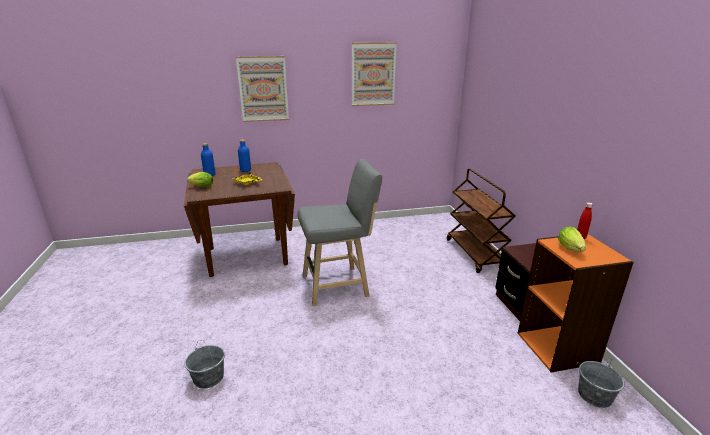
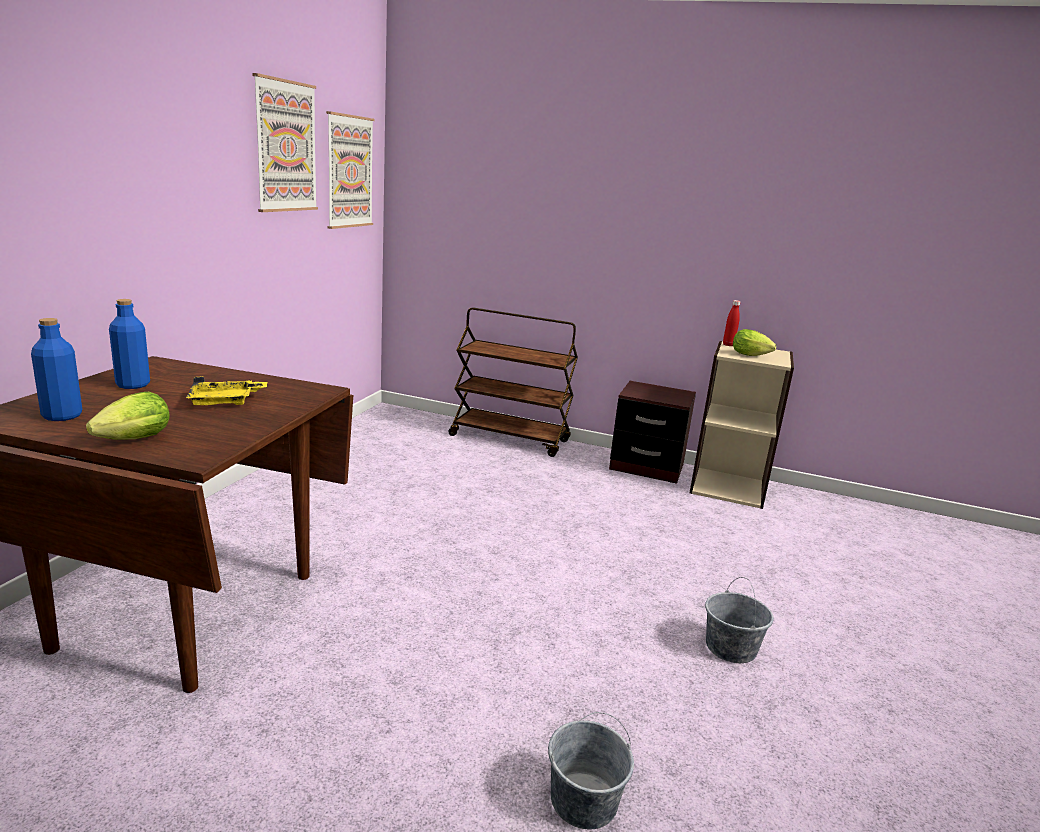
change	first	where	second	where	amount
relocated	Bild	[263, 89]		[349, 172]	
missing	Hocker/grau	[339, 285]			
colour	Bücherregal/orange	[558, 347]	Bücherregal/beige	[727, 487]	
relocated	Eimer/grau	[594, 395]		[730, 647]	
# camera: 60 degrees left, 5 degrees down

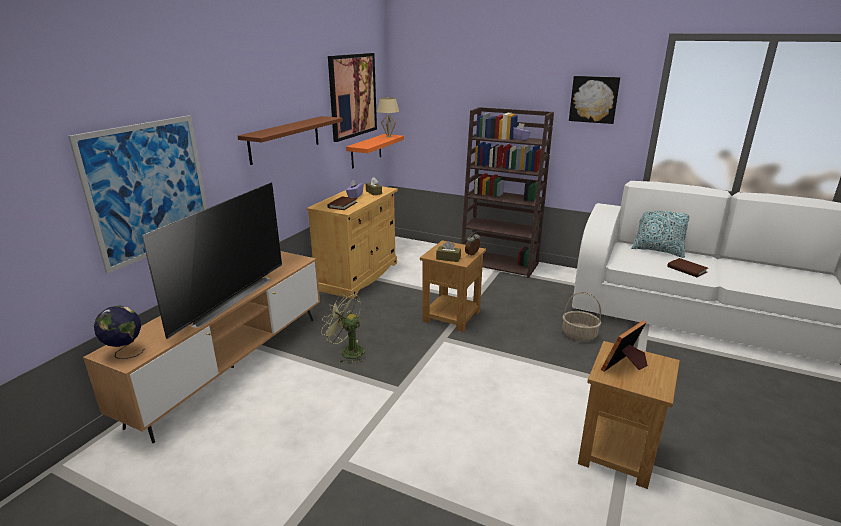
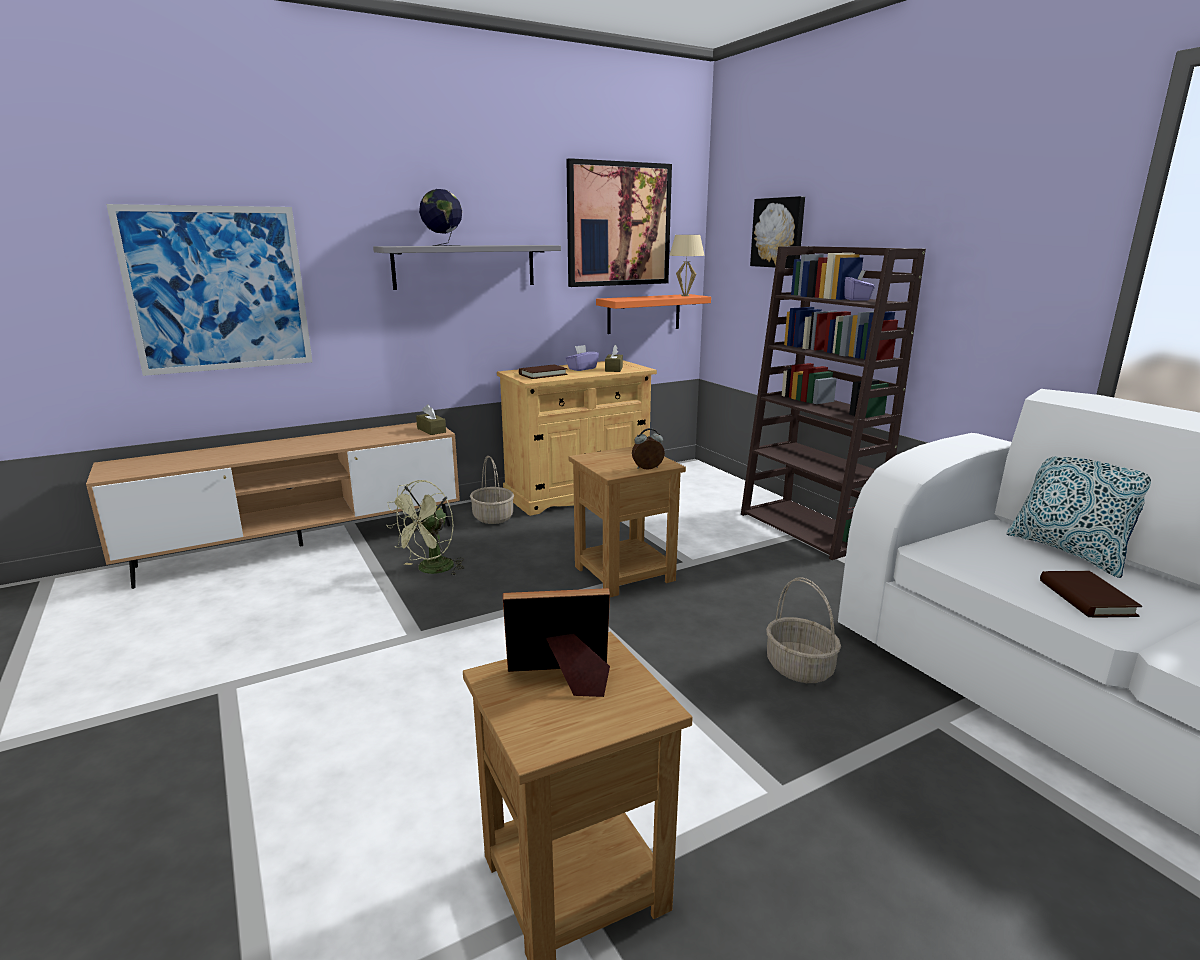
change	first	where	second	where	amount
relocated	Bild	[594, 99]		[779, 233]	
colour	Wandregal/braun	[285, 139]	Wandregal/grau	[465, 266]	
missing	Fernseher	[226, 299]			
relocated	Taschentuchbox/braun	[448, 258]		[431, 430]	
spun	Ventilator/grün	[347, 351]		[431, 570]	120 degrees counterclockwise
relocated	Globus	[125, 352]		[443, 245]	
appeared			Korb	[492, 517]	
# camera: 35 degrees right, 5 degrees down

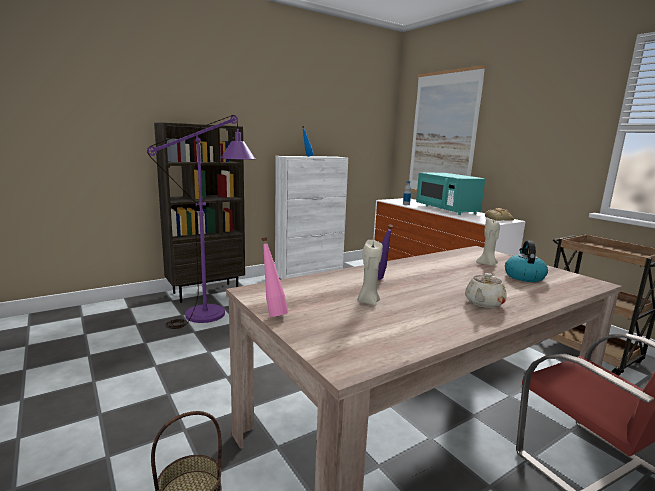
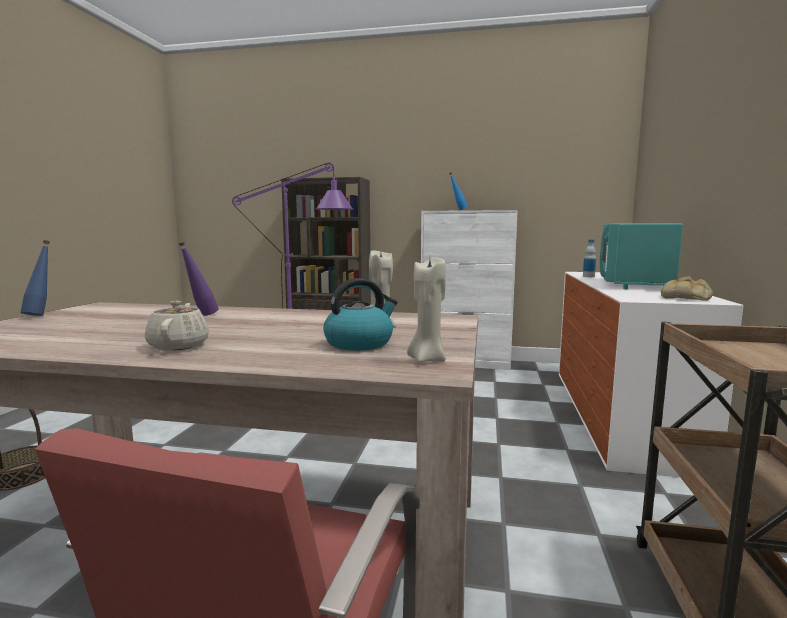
change	first	where	second	where	amount
missing	Bild	[443, 135]			
colour	Flasche/rosa	[273, 313]	Flasche/blau	[41, 315]	
relocated	Kerze/beige	[368, 302]		[427, 359]	
spun	Teekanne/beige	[483, 303]		[179, 345]	90 degrees clockwise
# camera: 45 degrees right, 5 degrees down

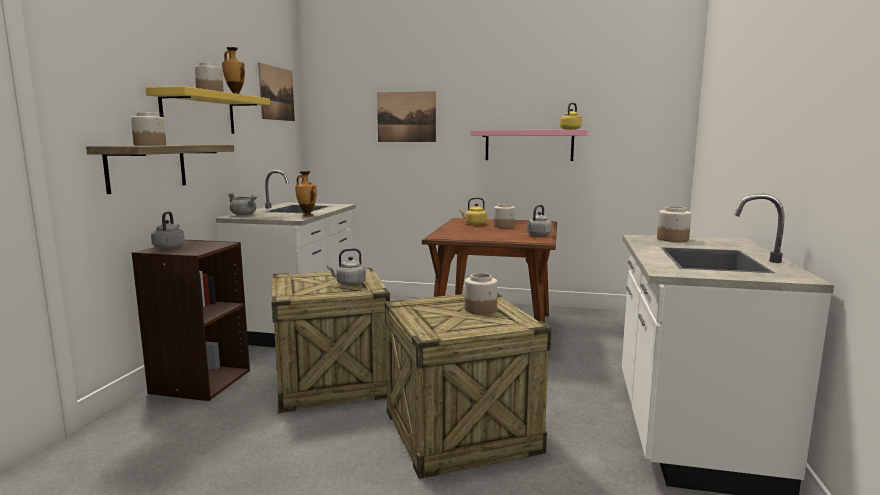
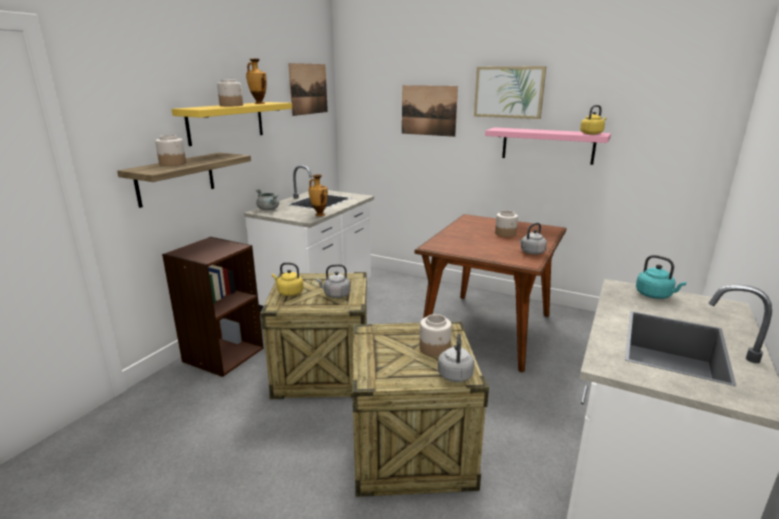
change	first	where	second	where	amount
relocated	Wasserkessel/gelb	[474, 224]		[289, 292]	
exchanged	Vorratsglas	[673, 239]	Wasserkessel/türkis	[655, 295]	
relocated	Wasserkessel/grau	[169, 247]		[455, 374]	
appeared			Bild	[509, 92]	
# camera: 15 degrees right, 10 degrees up

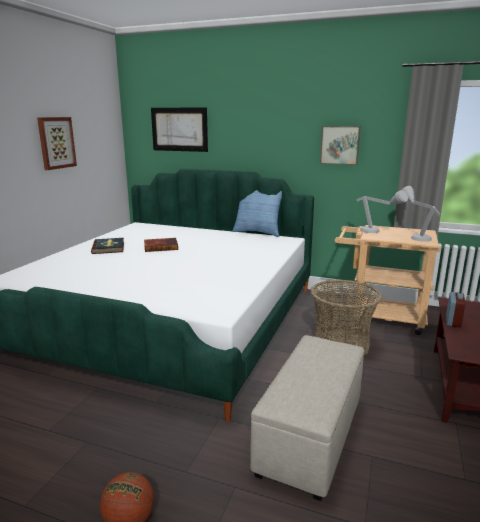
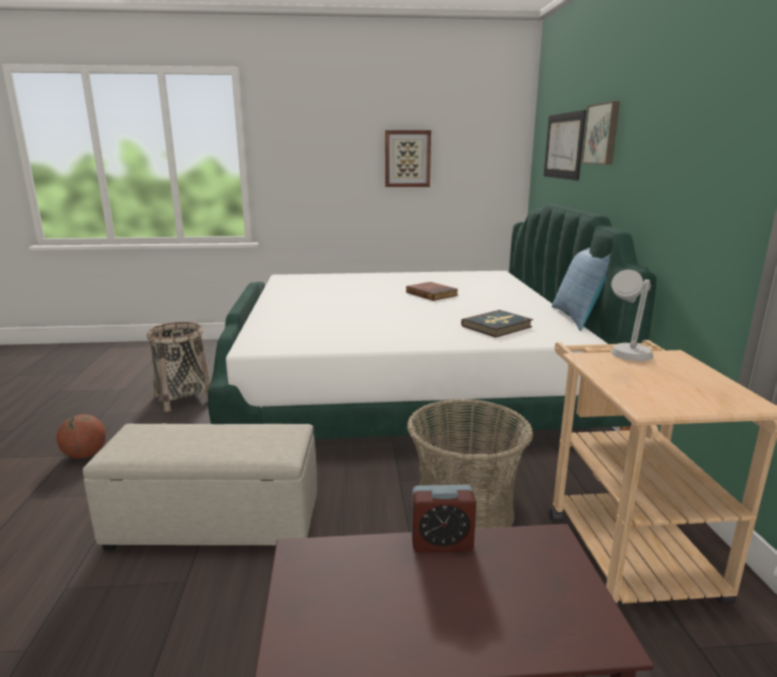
change	first	where	second	where	amount
relocated	Bild	[339, 145]		[602, 134]	
missing	Tischlampe/grau	[415, 236]			
relocated	Buch	[109, 248]		[497, 326]	
appeared			Korb	[183, 398]	
# camera: 65 degrees right, 0 degrees up

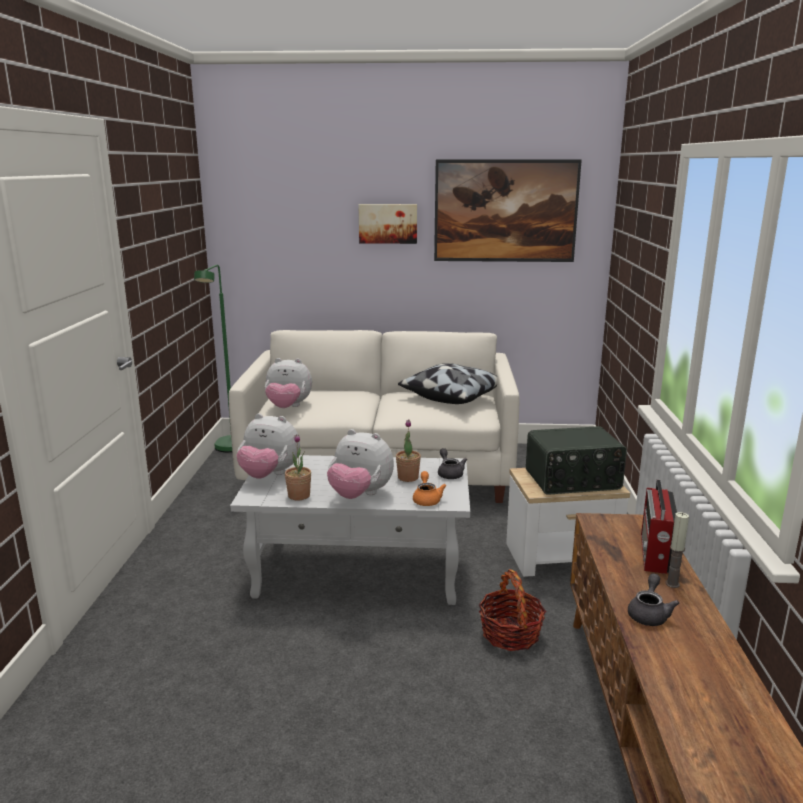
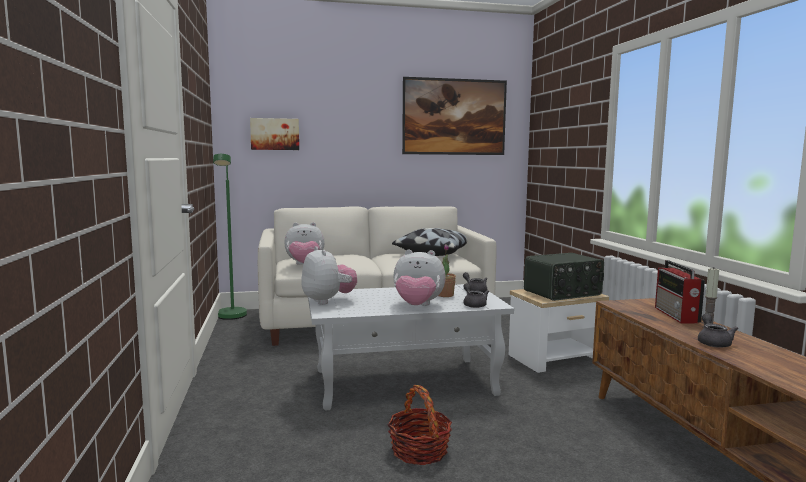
change	first	where	second	where	amount
relocated	Bild	[388, 223]		[275, 134]	
spun	Plüschtier	[269, 475]		[328, 301]	120 degrees counterclockwise
missing	Topfpflanze	[299, 496]			
colour	Teekanne/orange	[427, 499]	Teekanne/grau	[473, 304]	
relocated	Korb	[510, 634]		[419, 451]	
# camera: 15 degrees left, 10 degrees down

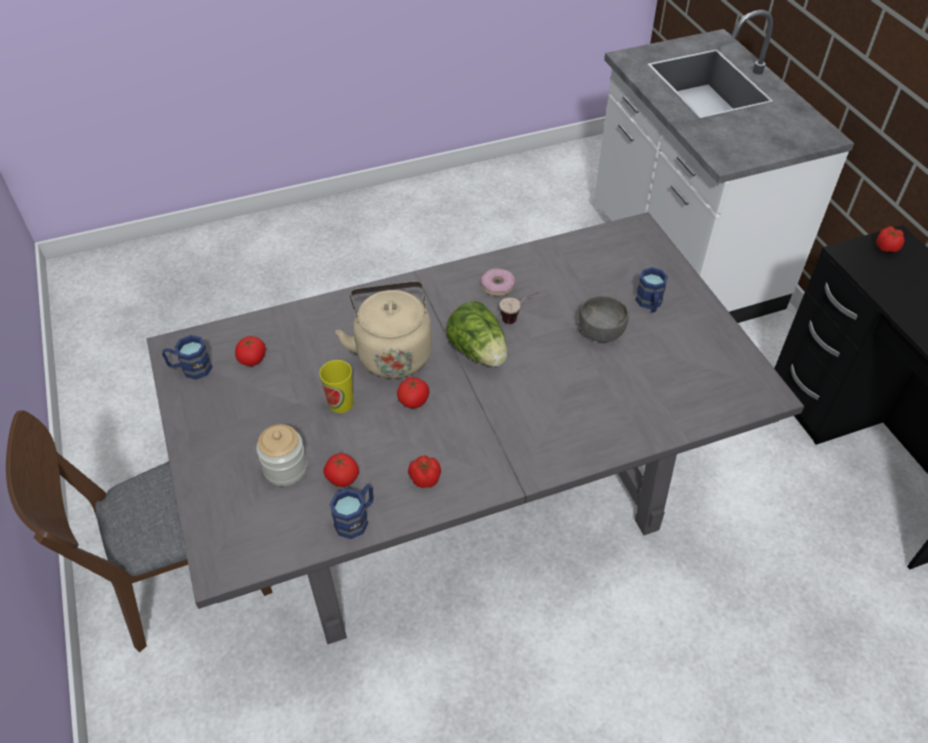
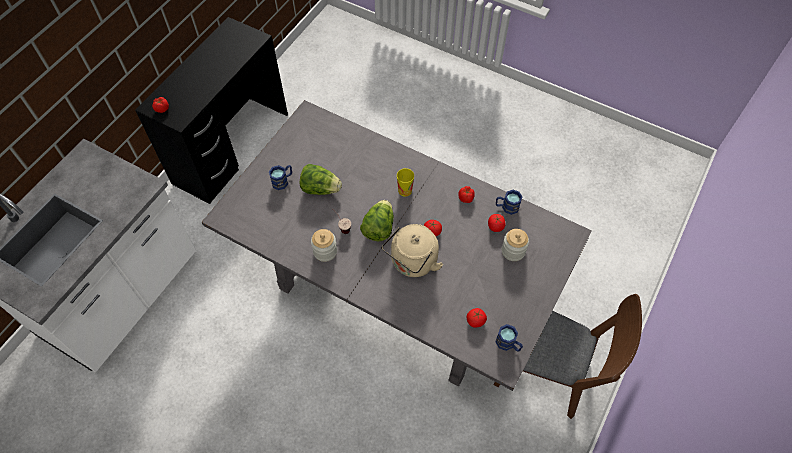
change	first	where	second	where	amount
exchanged	Donut	[497, 286]	Vorratsglas	[325, 251]	
exchanged	Schüssel/grau	[601, 332]	Salatkopf	[320, 188]	
relocated	Tasse	[341, 403]		[405, 190]	
# camera: 130 degrees left, 10 degrees up

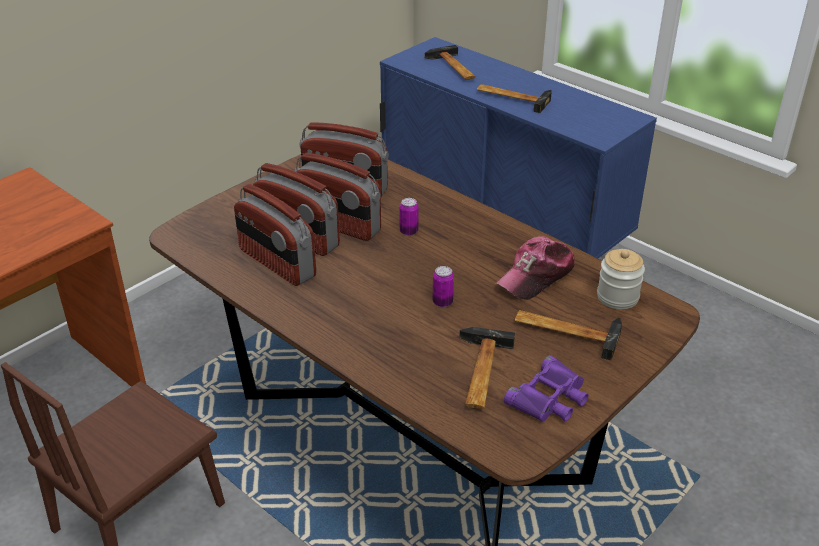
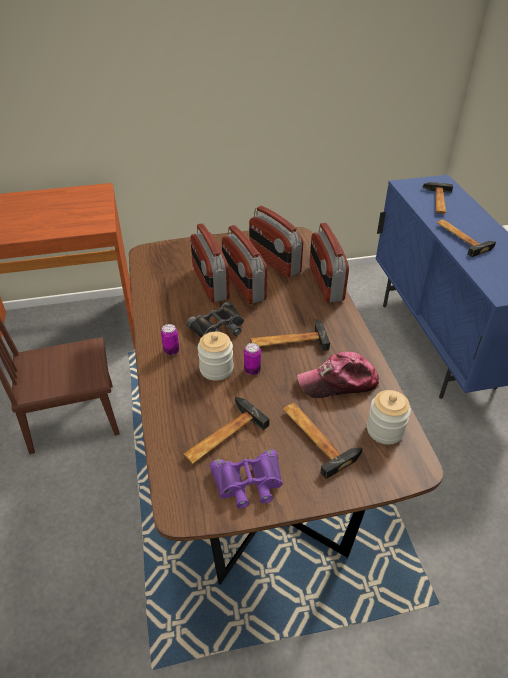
change	first	where	second	where	amount
relocated	Radio	[276, 263]		[325, 283]	
relocated	Dose	[409, 231]		[171, 351]	
appeared			Fernglas/schwarz	[218, 328]	
appeared			Hammer	[288, 340]	
appeared			Vorratsglas	[216, 369]	
# camera: 35 degrees right, 5 degrees up

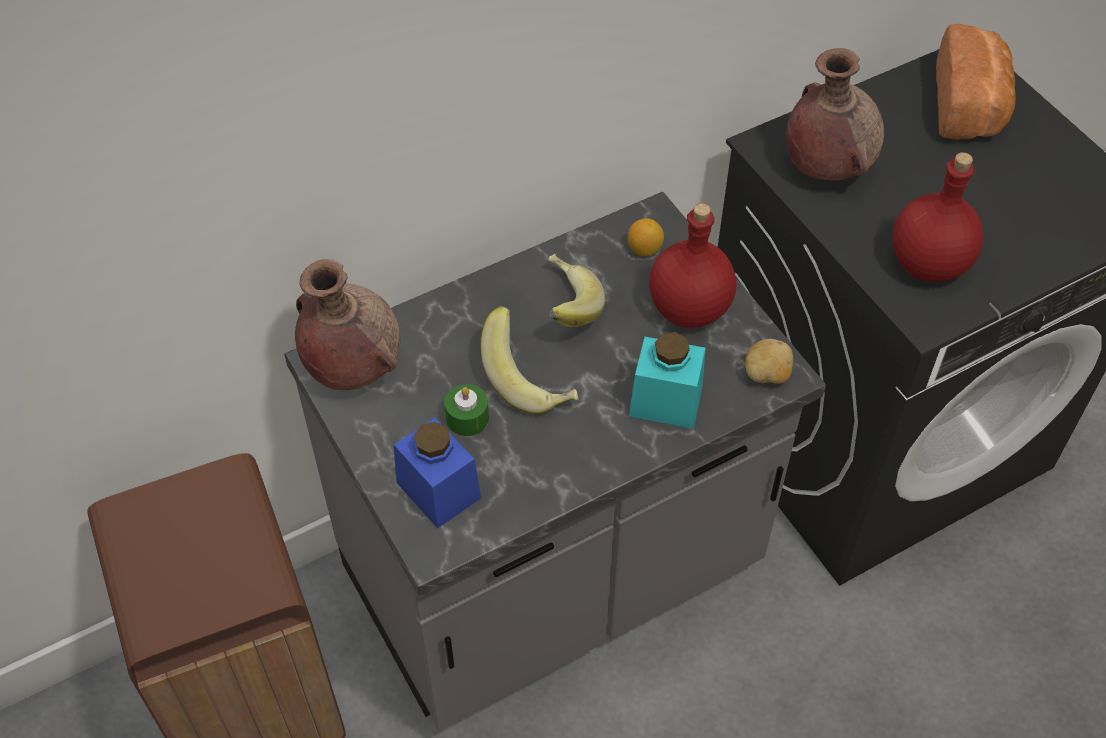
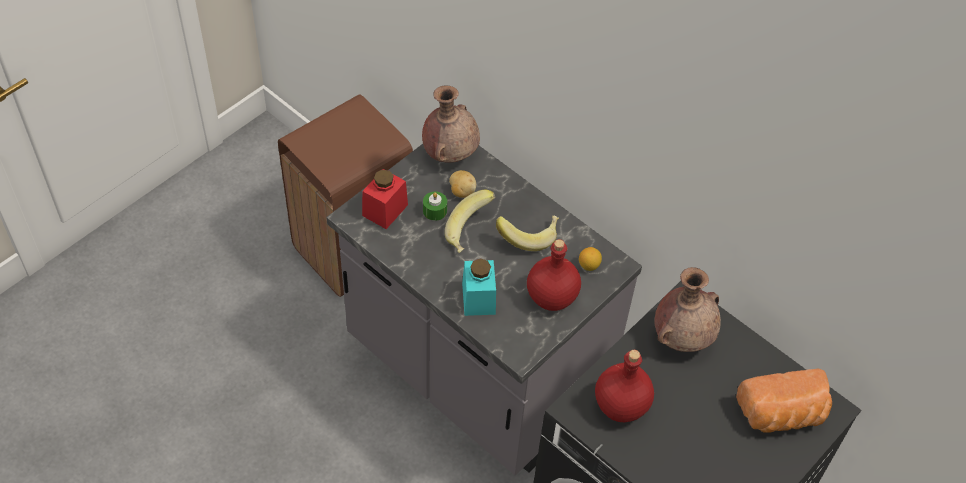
change	first	where	second	where	amount
relocated	Kartoffel	[767, 375]		[461, 191]	
colour	Vorratsglas/blau	[438, 490]	Vorratsglas/rot	[385, 210]	
# camera: 70 degrees right, 0 degrees up

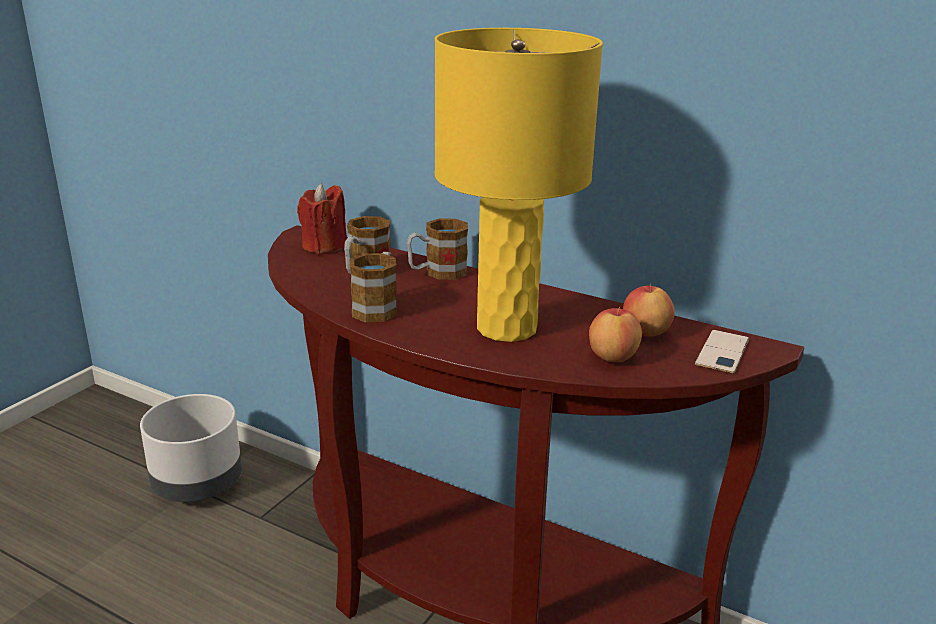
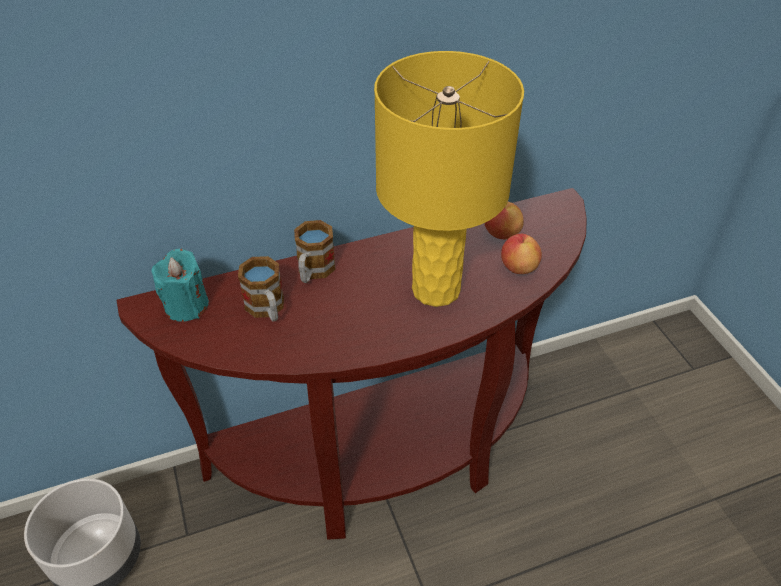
change	first	where	second	where	amount
colour	Kerze/rot	[324, 246]	Kerze/türkis	[186, 305]	
missing	Henkelbecher	[378, 307]			
missing	Handy	[722, 352]			
# camera: 50 degrees left, 20 degrees up

